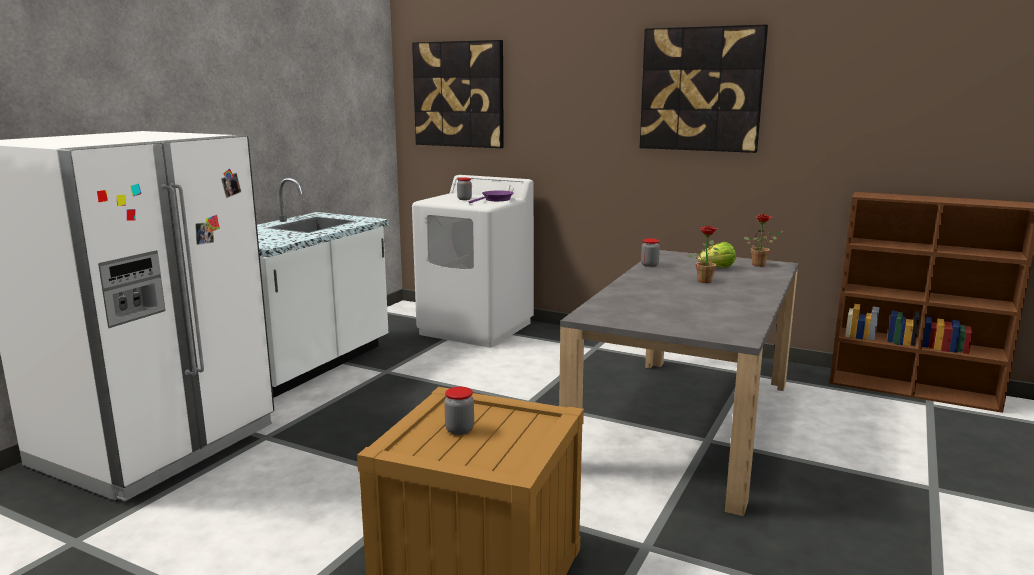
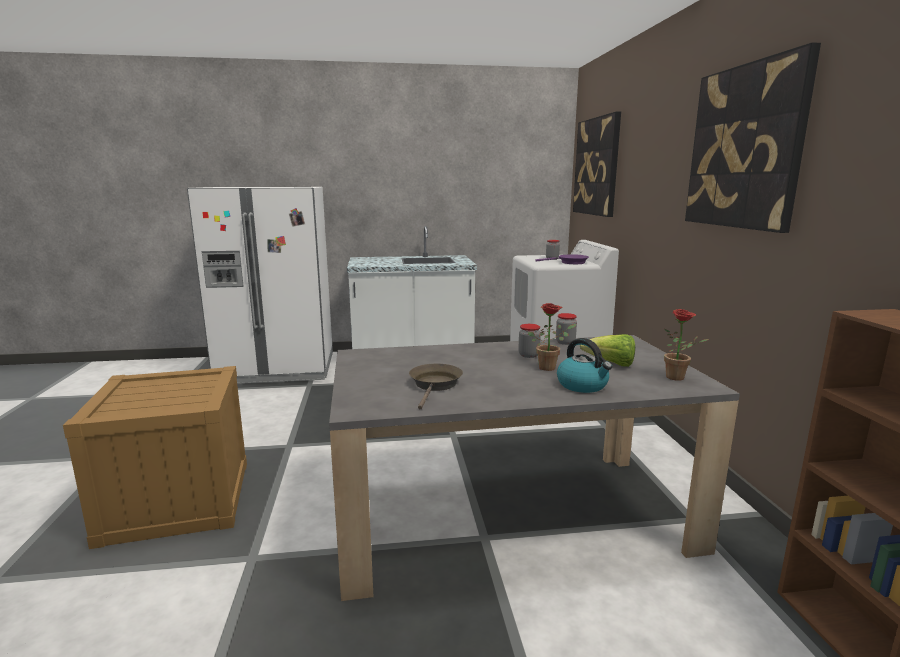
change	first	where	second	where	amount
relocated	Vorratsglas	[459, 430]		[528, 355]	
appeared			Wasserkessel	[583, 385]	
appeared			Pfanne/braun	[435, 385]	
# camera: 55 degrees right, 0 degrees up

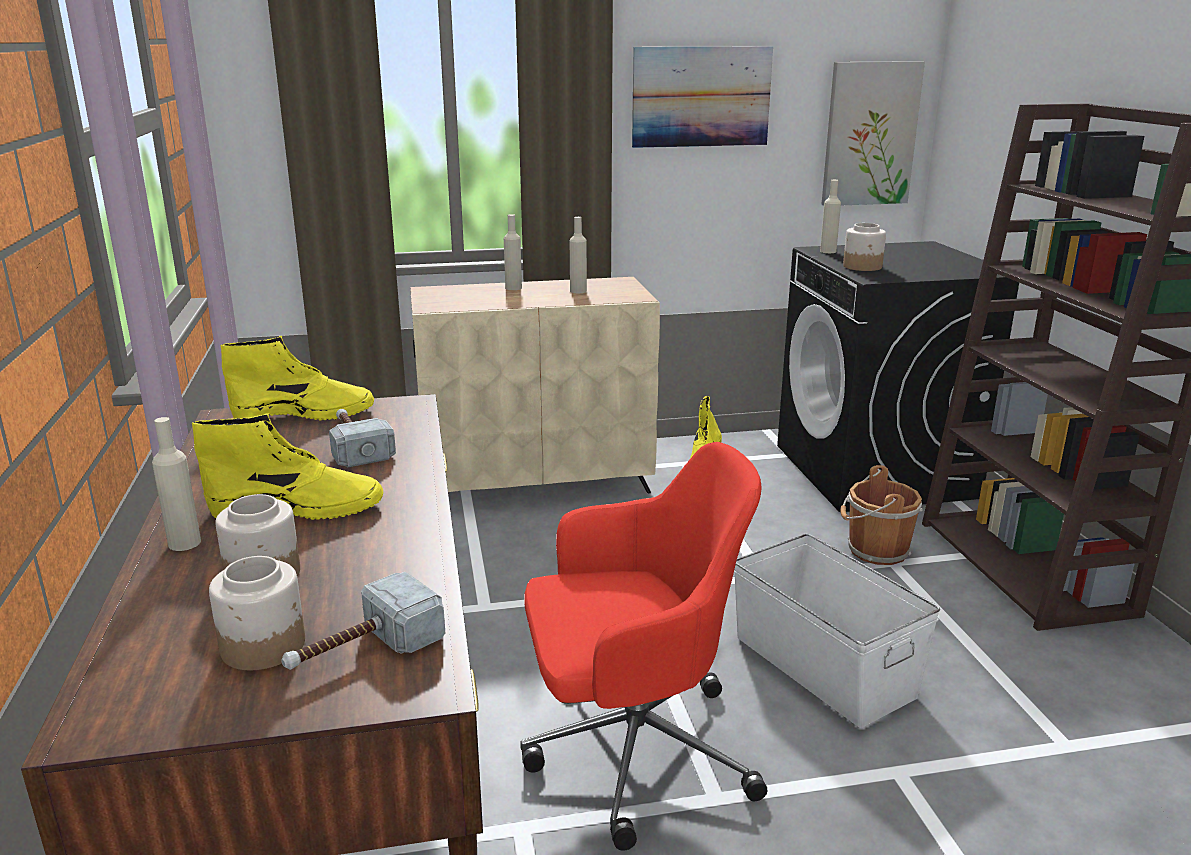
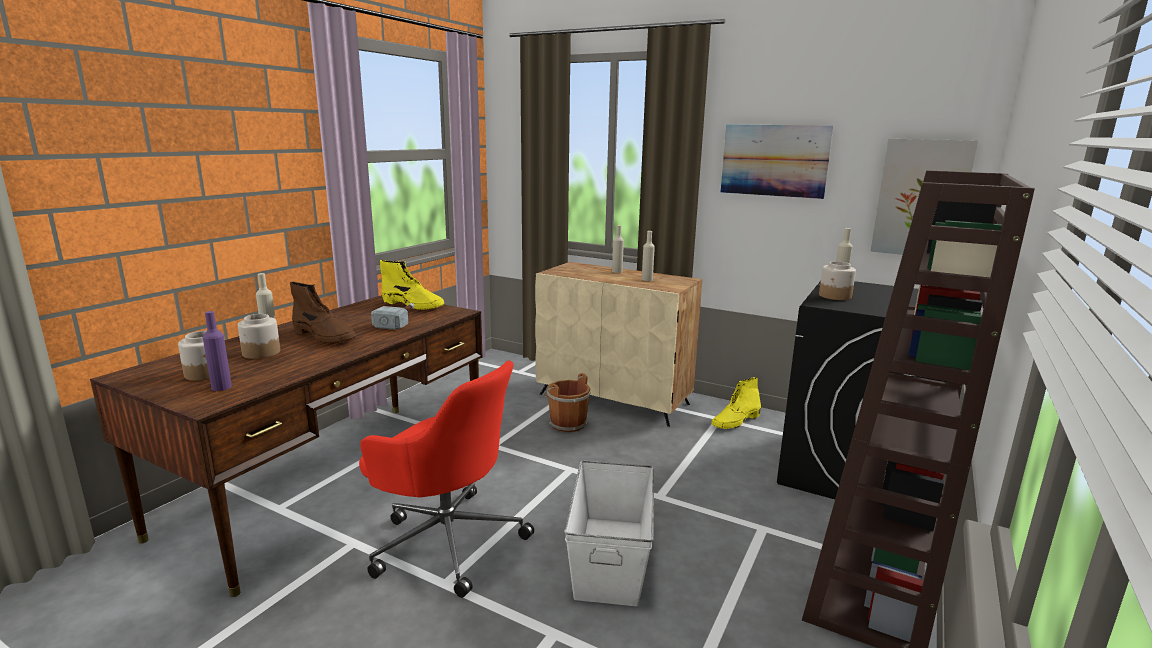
change	first	where	second	where	amount
colour	Stiefel/gelb	[299, 509]	Stiefel/braun	[325, 336]	
relocated	Eimer/braun	[875, 551]		[566, 423]	
exchanged	Hammer	[362, 651]	Flasche/lila	[221, 387]	
# camera: 40 degrees right, 5 degrees down

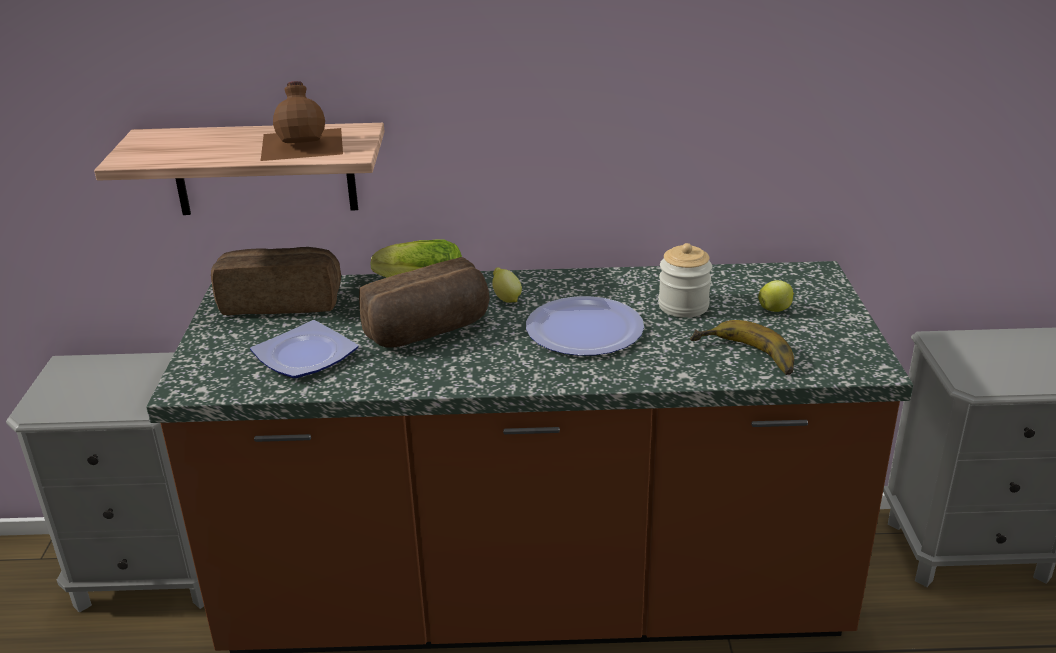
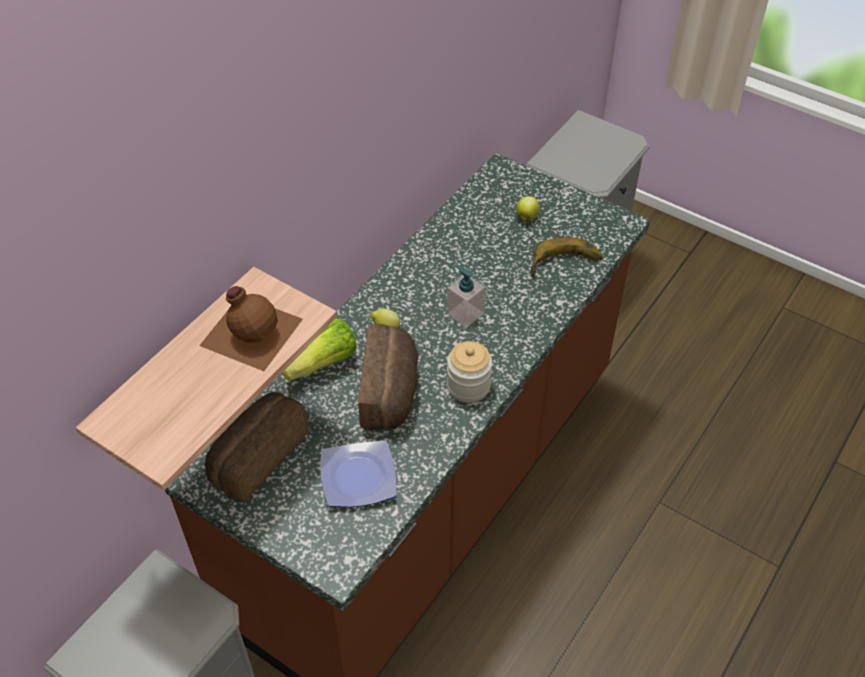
change	first	where	second	where	amount
relocated	Vorratsglas	[683, 306]		[468, 386]	
exchanged	Teller	[584, 329]	Seifenspender	[465, 313]	
# camera: 55 degrees left, 20 degrees up

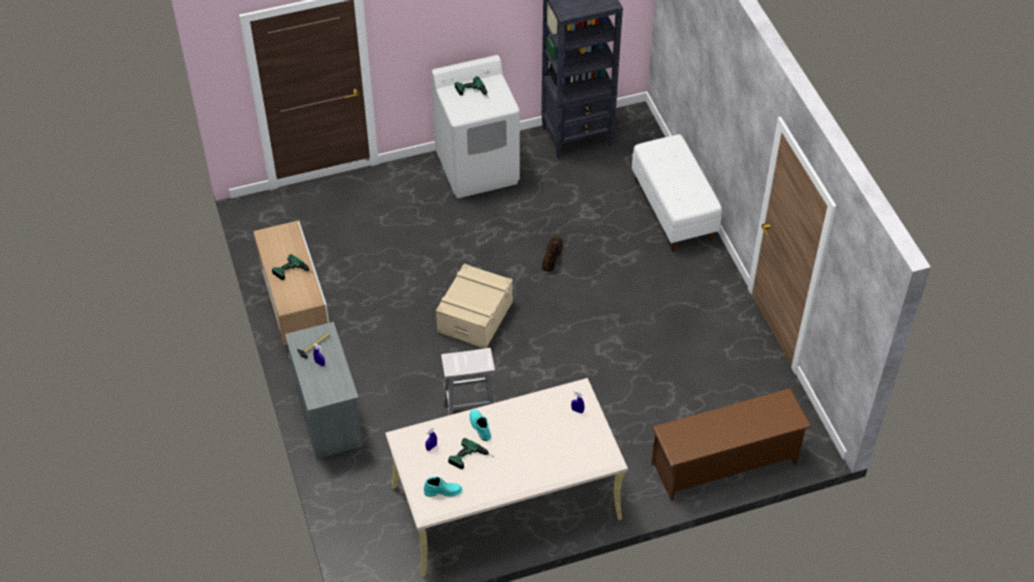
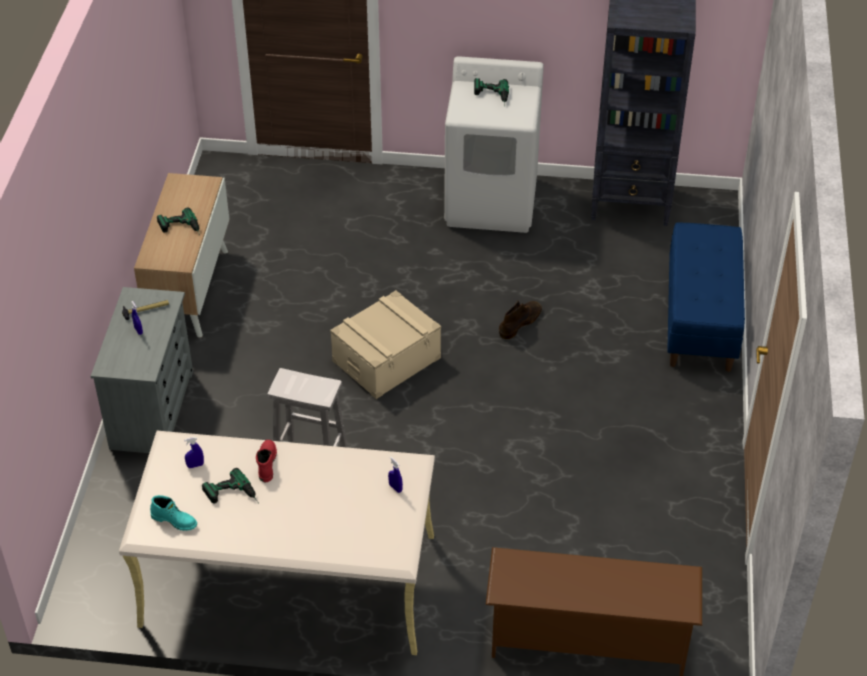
change	first	where	second	where	amount
colour	Bank/weiß	[674, 210]	Bank/blau	[701, 320]	
colour	Stiefel/türkis	[479, 427]	Stiefel/rot	[266, 463]	
# camera: 25 degrees right, 5 degrees down

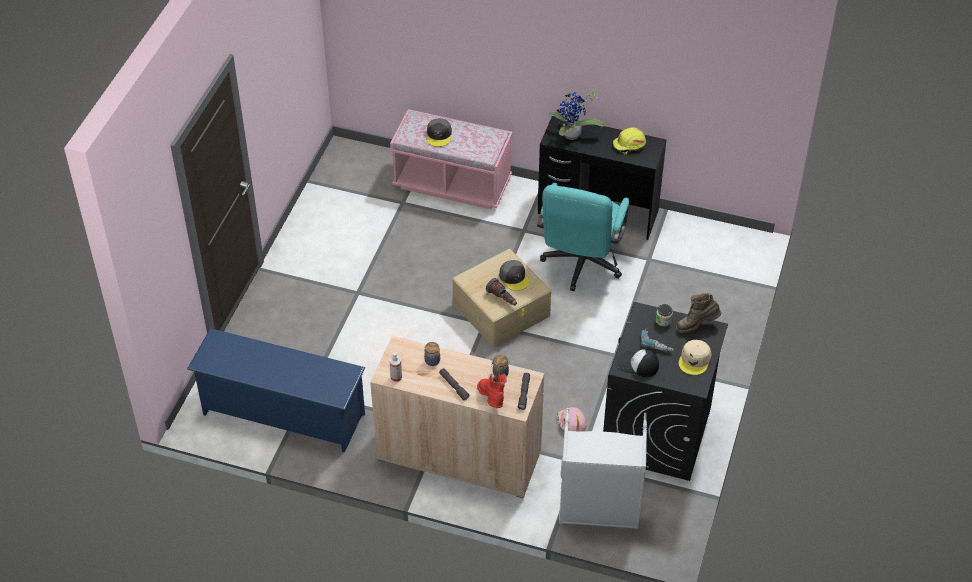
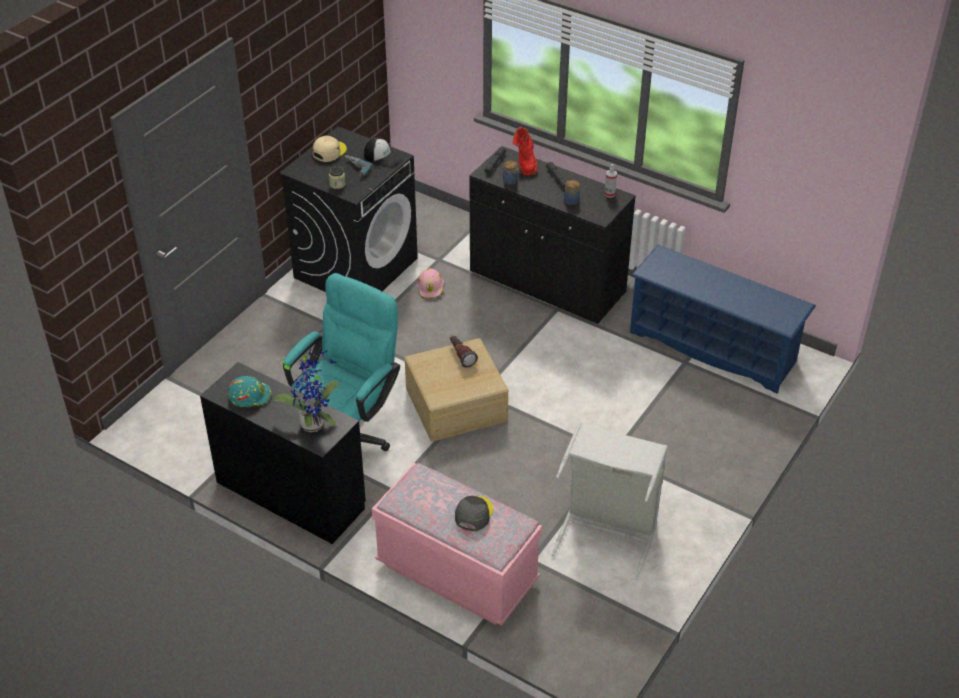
change	first	where	second	where	amount
colour	Schutzhelm/gelb	[629, 145]	Schutzhelm/türkis	[250, 396]	
missing	Kappe/grau	[514, 278]			
missing	Stiefel/braun	[697, 325]			
colour	Schrank/beige	[459, 455]	Schrank/schwarz	[547, 283]	
relocated	Wäschekorb/grau	[599, 508]		[607, 532]	
# camera: 165 degrees left, 5 degrees down

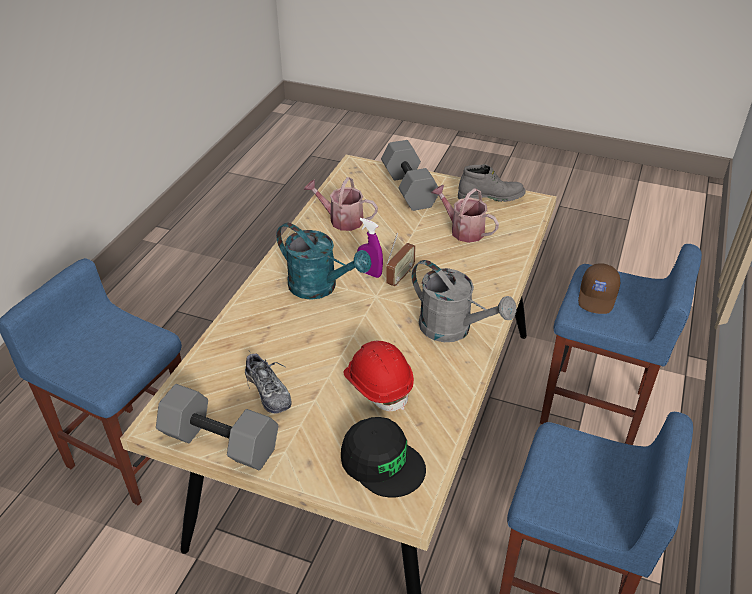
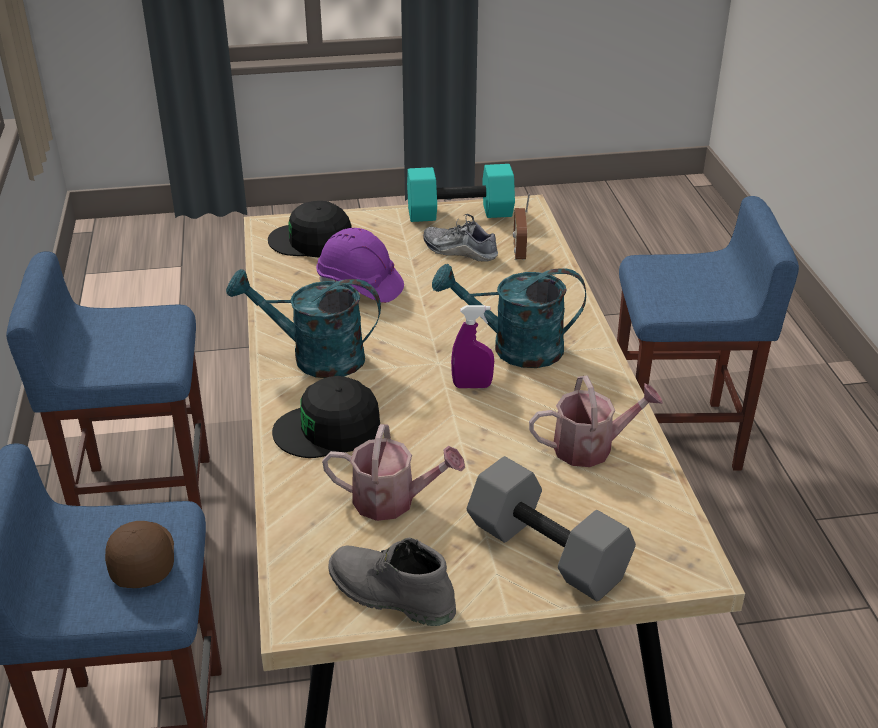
change	first	where	second	where	amount
spun	Stiefel/grau	[491, 196]		[389, 595]	60 degrees clockwise
relocated	Radio	[400, 277]		[520, 251]	
colour	Gießkanne/grau	[453, 329]	Gießkanne/türkis	[315, 358]	
colour	Schutzhelm/rot	[378, 385]	Schutzhelm/lila	[360, 286]	
colour	Hantel/grau	[222, 441]	Hantel/türkis	[459, 214]	
appeared			Kappe/schwarz	[329, 429]	
# camera: 150 degrees right, 5 degrees down

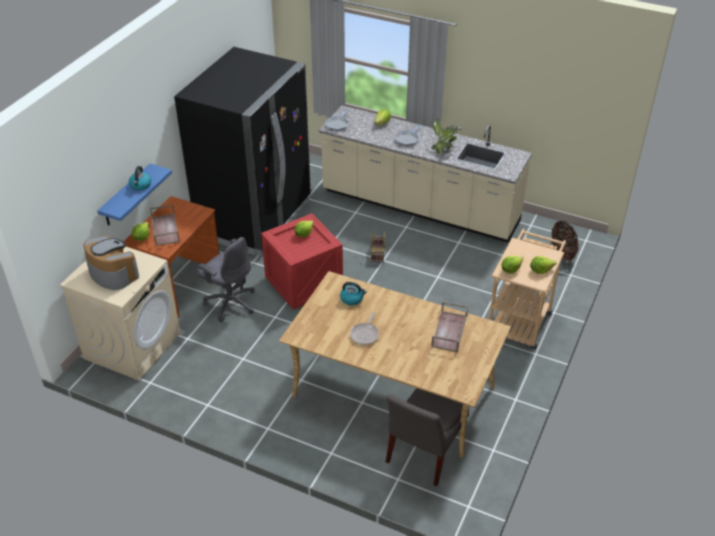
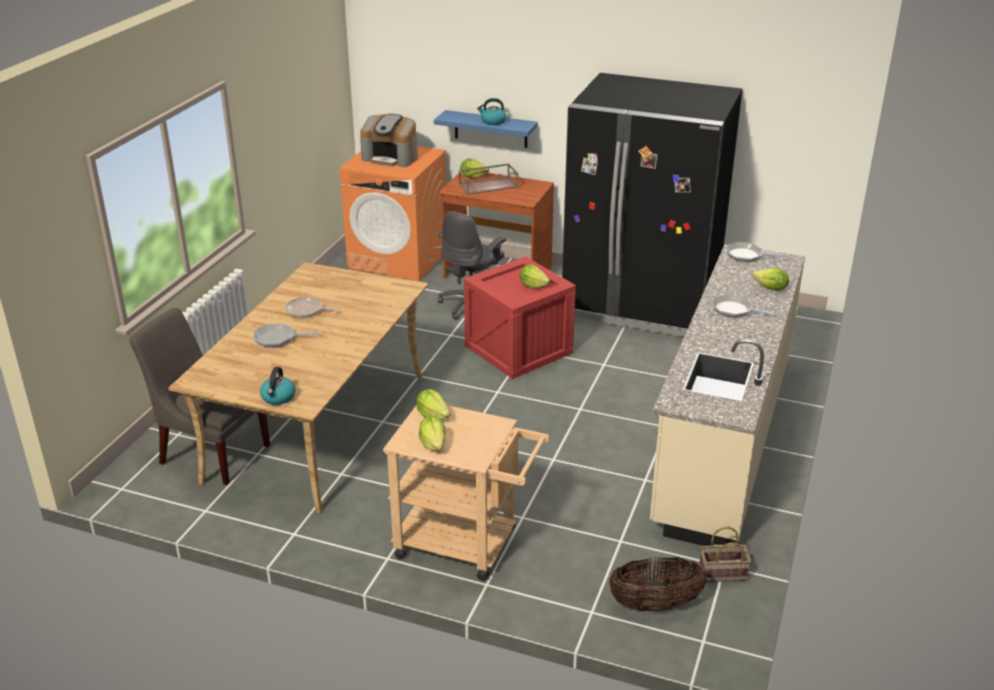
change	first	where	second	where	amount
missing	Topfpflanze	[444, 147]			
relocated	Korb	[378, 255]		[722, 574]	
spun	Kaffeemaschine	[112, 273]		[391, 158]	75 degrees clockwise
colour	Waschmaschine/beige	[132, 345]	Waschmaschine/orange	[399, 259]	
relocated	Wasserkessel	[352, 299]		[278, 397]	
missing	Tablett/braun	[449, 332]			
appeared			Pfanne	[277, 339]	
# camera: 85 degrees right, 10 degrees down

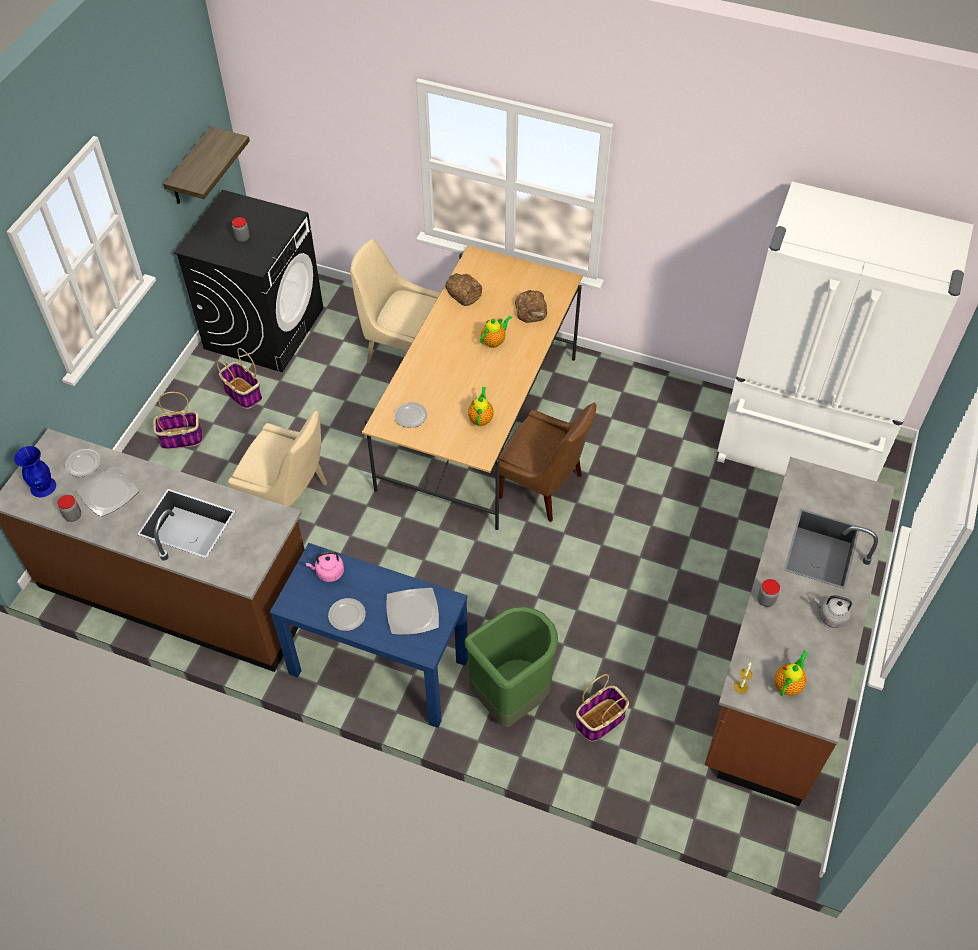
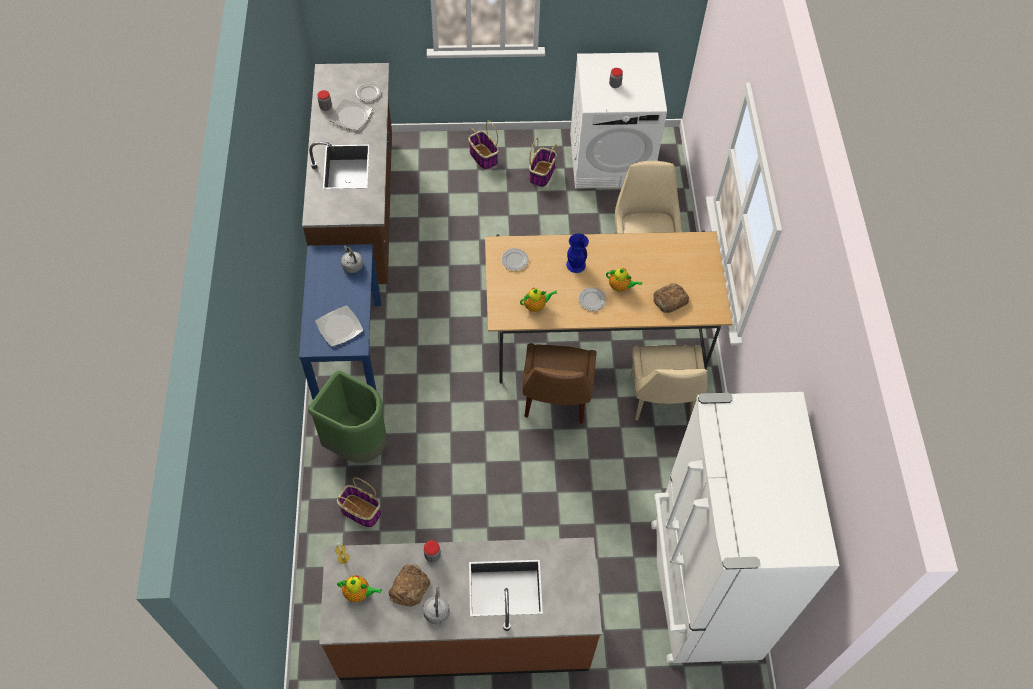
change	first	where	second	where	amount
missing	Wandregal	[190, 168]			
colour	Waschmaschine/schwarz	[264, 328]	Waschmaschine/weiß	[611, 160]	
relocated	Brot	[464, 292]		[409, 587]	
relocated	Stuhl/beige	[289, 500]		[662, 400]	
relocated	Vase/blau	[43, 487]		[575, 265]	
colour	Wasserkessel/rosa	[328, 572]	Wasserkessel/grau	[352, 265]	
relocated	Teller	[347, 615]		[592, 300]	
# camera: 65 degrees right, 5 degrees up

